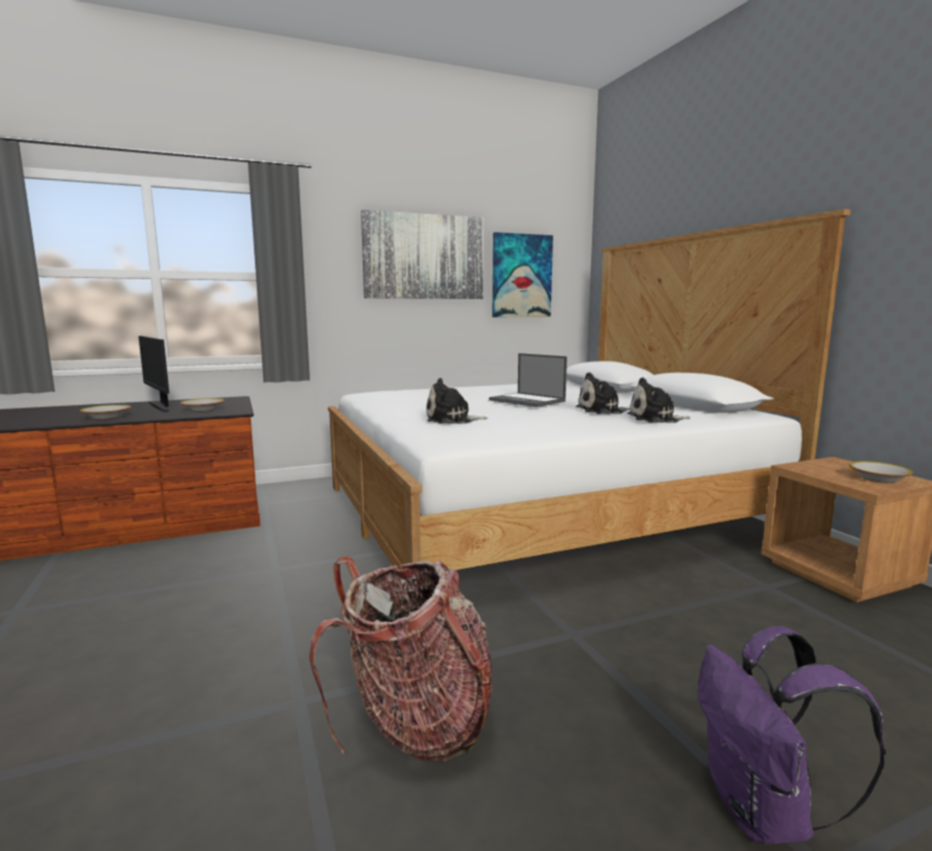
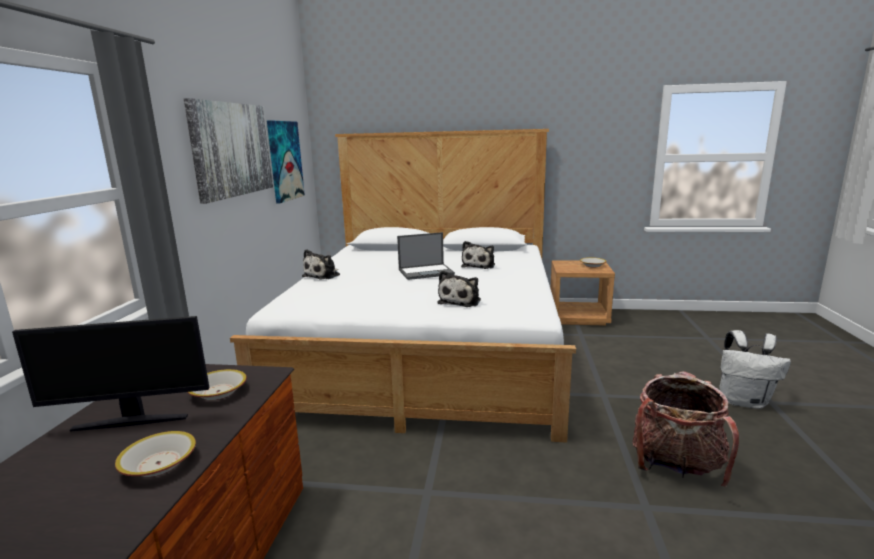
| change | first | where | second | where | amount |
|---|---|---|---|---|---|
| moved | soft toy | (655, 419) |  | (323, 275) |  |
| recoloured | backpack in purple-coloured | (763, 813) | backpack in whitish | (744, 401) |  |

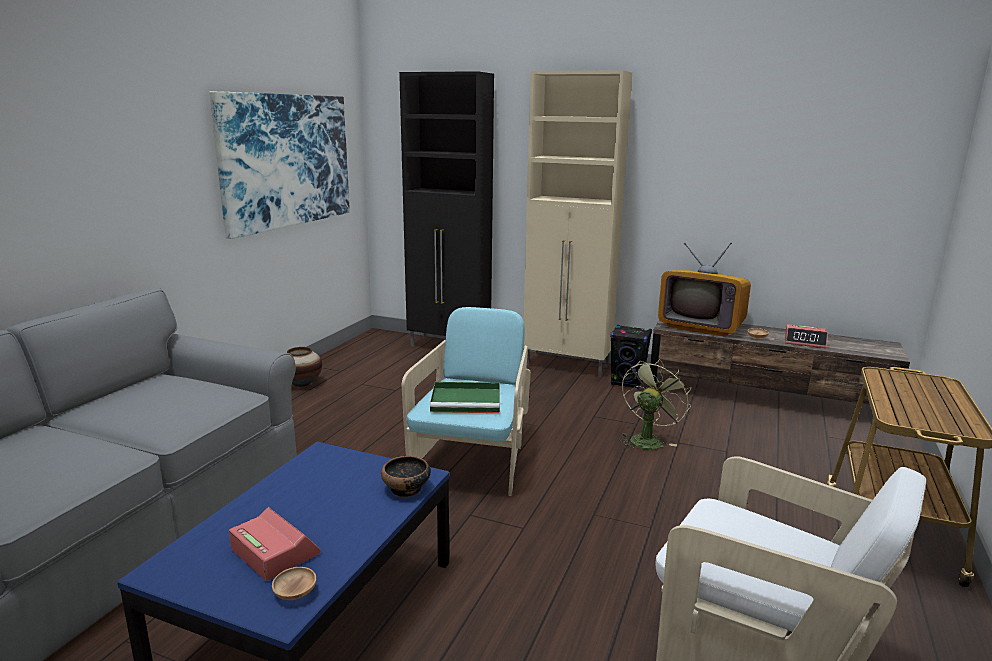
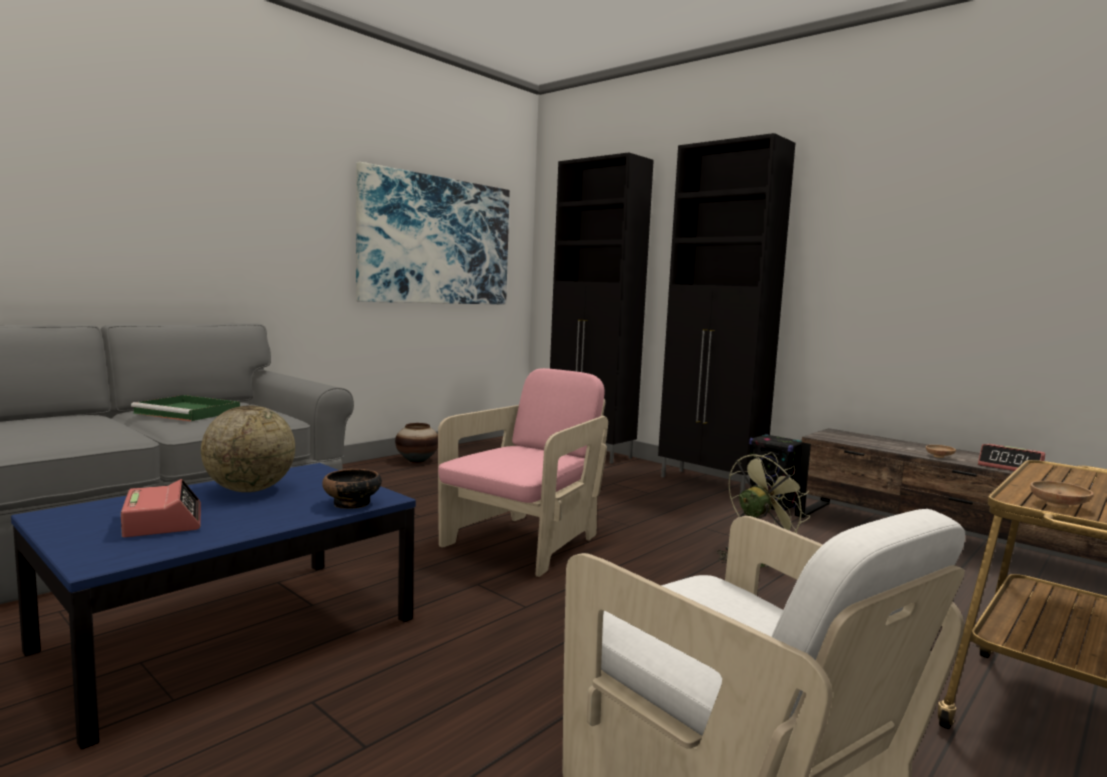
| change | first | where | second | where | amount |
|---|---|---|---|---|---|
| removed | television | (701, 326) |  |  |  |
| added |  |  | globe | (250, 490) |  |
| moved | deep dish in brownish | (295, 593) |  | (1058, 505) |  |
| moved | carrying tray in greenish | (467, 401) |  | (189, 412) |  |
| recoloured | easy chair in turquoise-coloured | (472, 463) | easy chair in pinkish | (524, 543) |  |
| recoloured | storage cabinet in beige | (568, 366) | storage cabinet in black-coloured | (710, 483) |  |

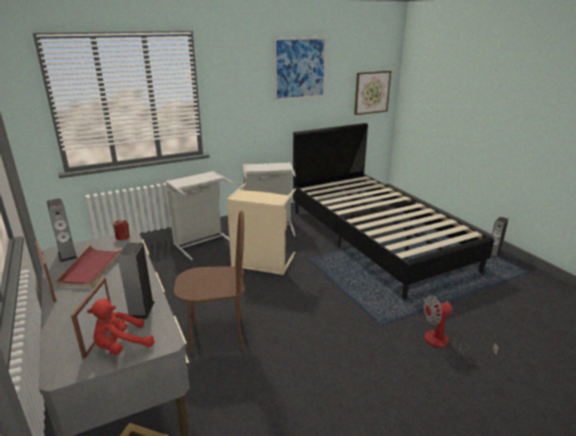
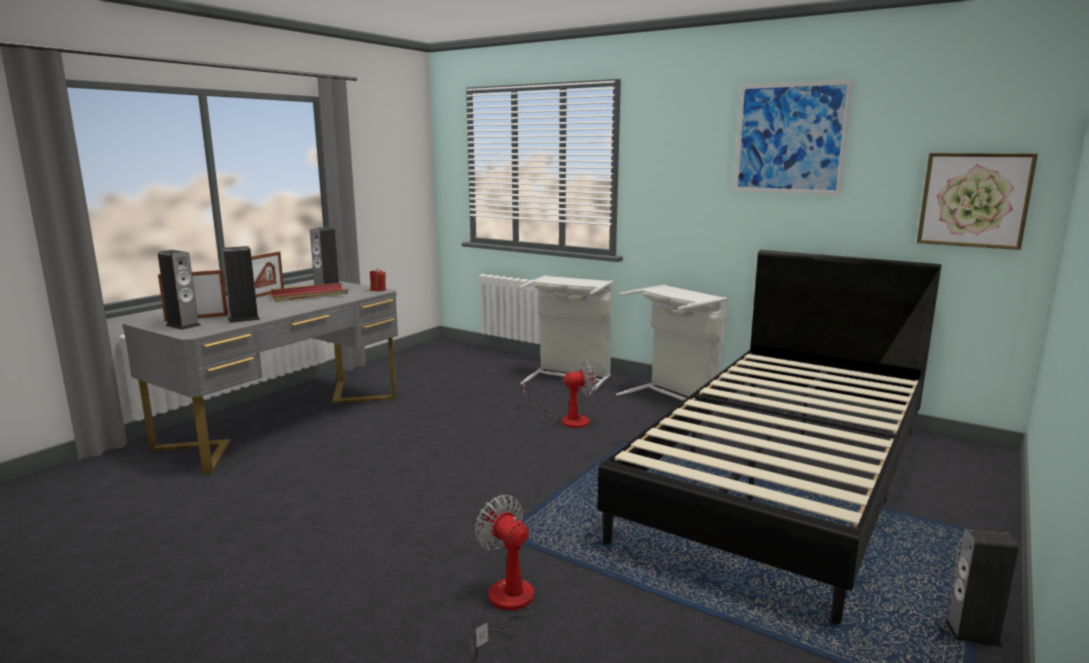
| change | first | where | second | where | amount |
|---|---|---|---|---|---|
| removed | chair in brownish | (217, 335) |  |  |  |
| replaced | soft toy in red | (121, 346) | speaker | (183, 325) |  |
| replaced | washing basket in beige | (261, 263) | fan | (566, 419) |  |

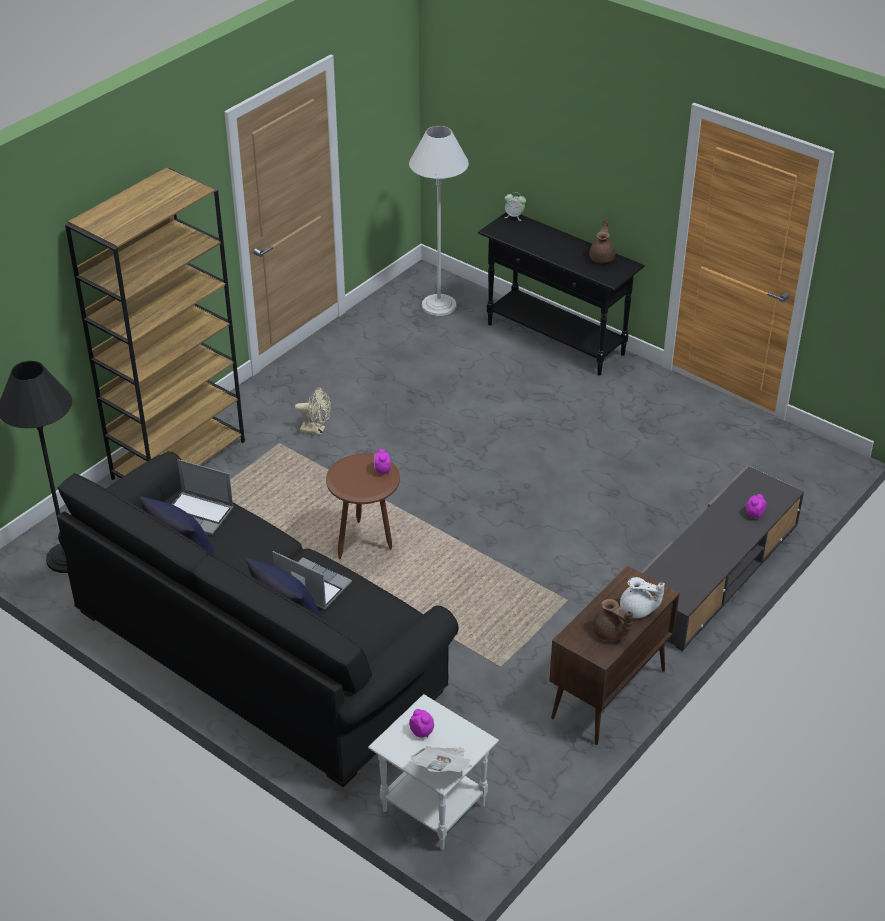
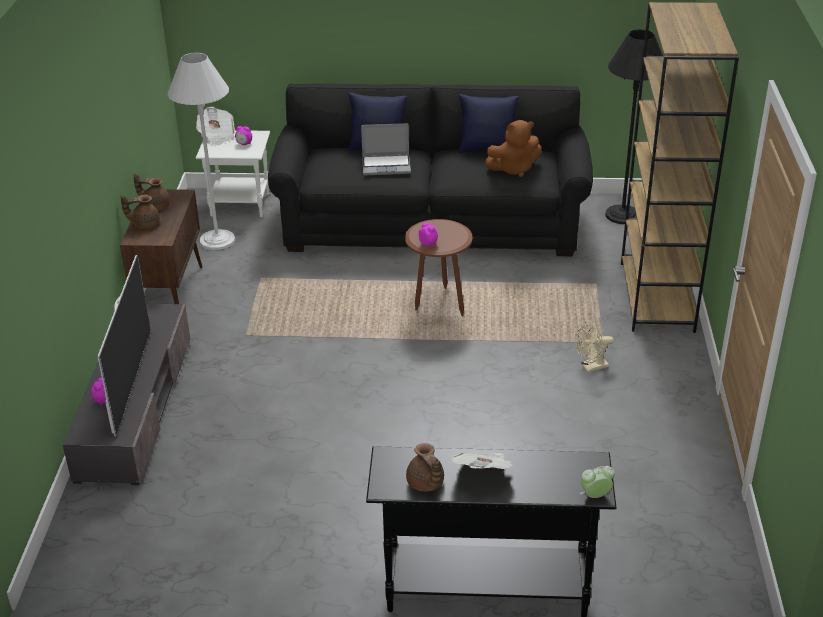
| change | first | where | second | where | amount |
|---|---|---|---|---|---|
| added |  |  | television | (132, 381) |  |
| added |  |  | printed paper | (483, 472) |  |
| moved | standard lamp in whitish | (439, 305) |  | (217, 240) |  |
| replaced | portable computer | (199, 514) | soft toy in brownish | (514, 169) |  |
| recoloured | teapot in whitish | (638, 610) | teapot in brownish | (144, 224) |  |

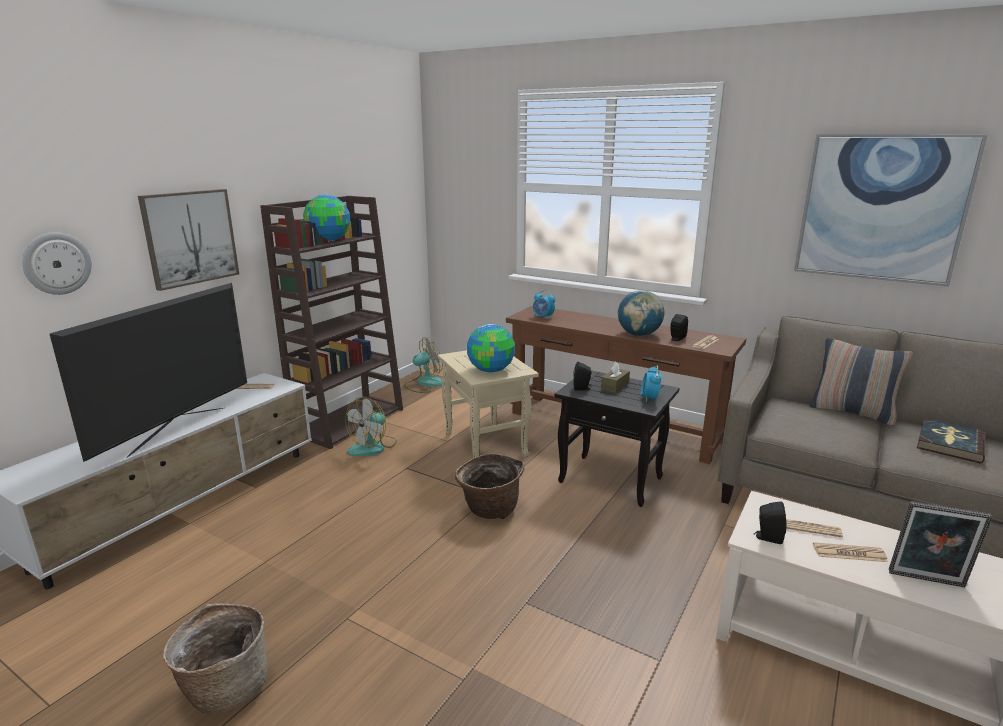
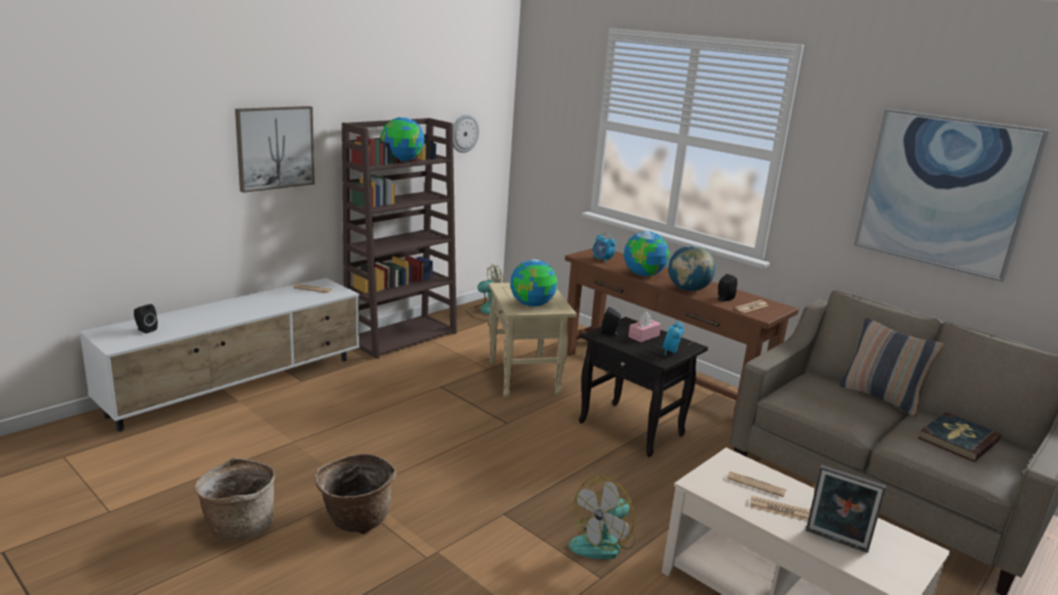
| change | first | where | second | where | amount |
|---|---|---|---|---|---|
| removed | television | (178, 430) |  |  |  |
| added |  |  | globe | (643, 274) |  |
| moved | hanging clock | (57, 263) |  | (464, 133) |  |
| moved | fan | (373, 447) |  | (603, 543) |  |
| moved | household basket | (489, 510) |  | (355, 520) |  |
| moved | speaker in black-coloured | (767, 537) |  | (145, 330) |  |
| recoloured | box of tissues in brownish | (615, 386) | box of tissues in pinkish | (644, 336) |  |

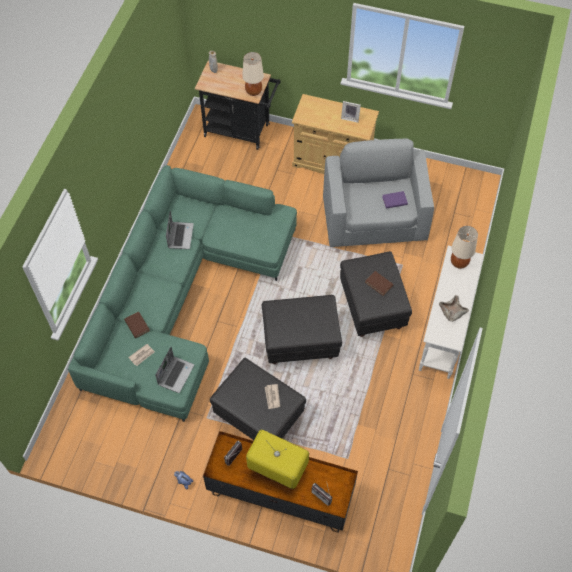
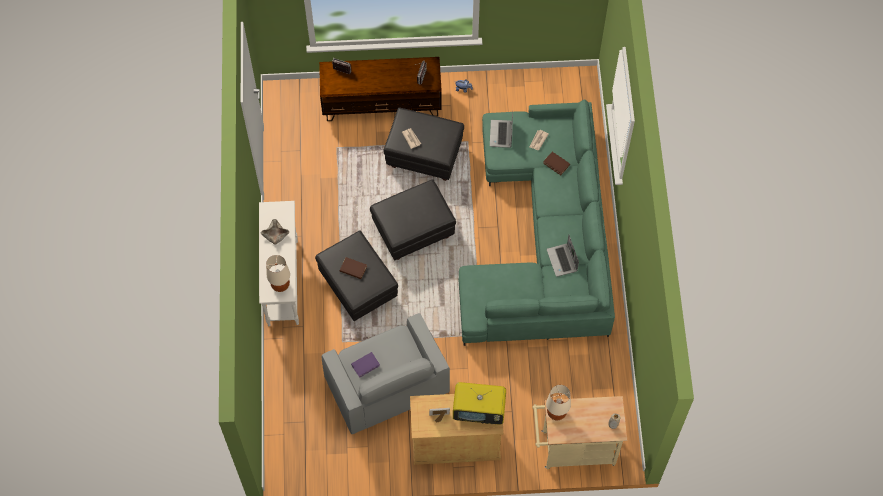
| change | first | where | second | where | amount |
|---|---|---|---|---|---|
| moved | television | (276, 467) |  | (479, 410) |  |
| recoloured | cart in black-coloured | (241, 131) | cart in beige | (573, 449) |  |

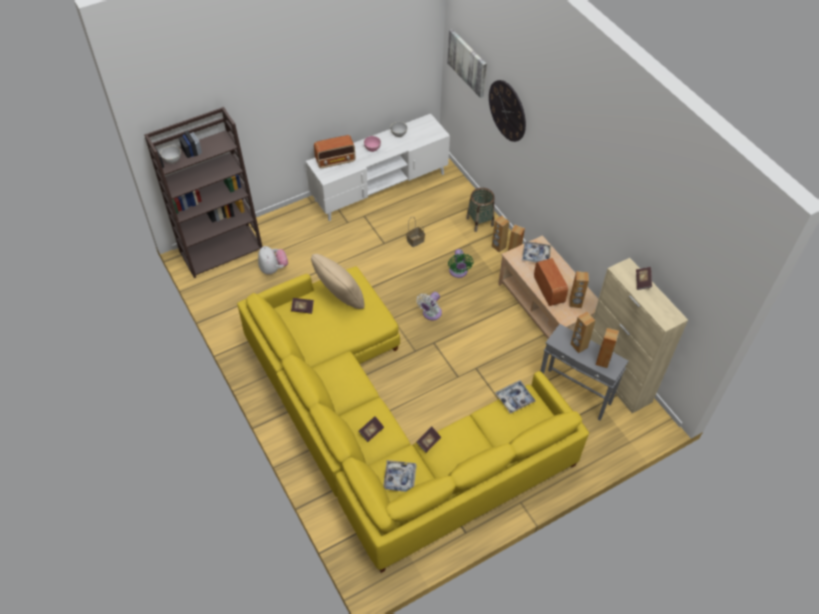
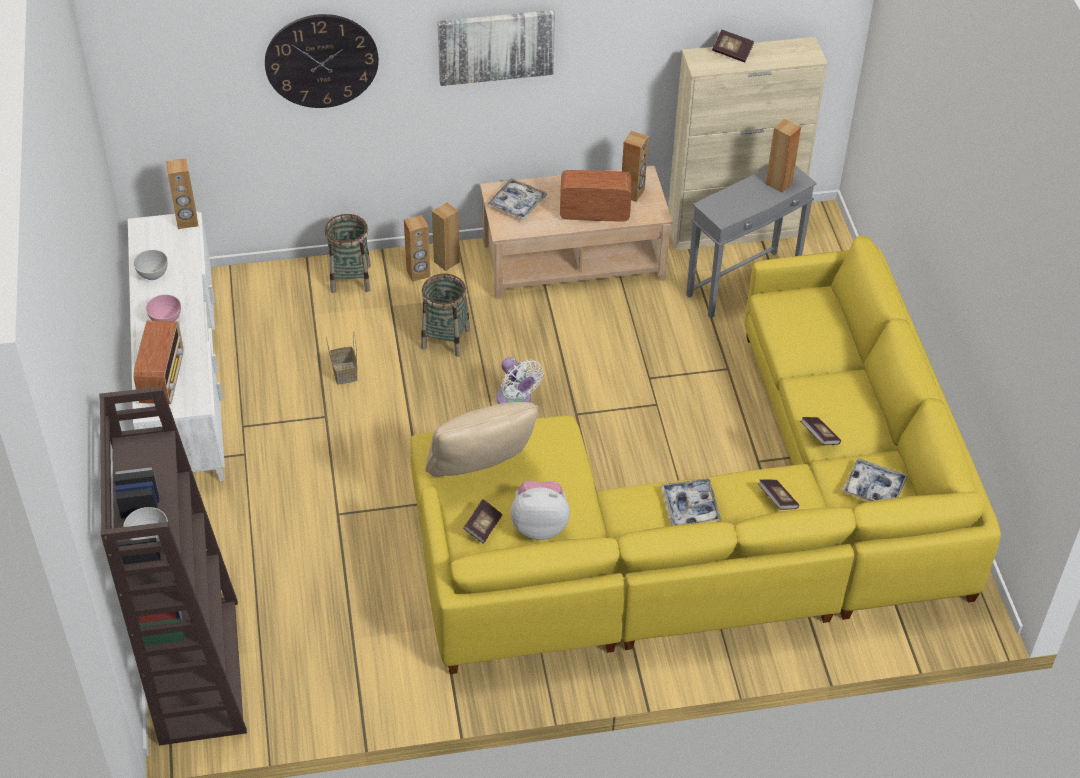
| change | first | where | second | where | amount |
|---|---|---|---|---|---|
| moved | soft toy | (273, 269) |  | (539, 525) |  |
| moved | wall picture | (468, 62) |  | (496, 46) |  |
| moved | carrying tray | (514, 399) |  | (690, 507) |  |
| moved | speaker in brownish | (578, 346) |  | (187, 221) |  |
| replaced | fan in greenish | (458, 272) | household basket | (445, 339) |  |

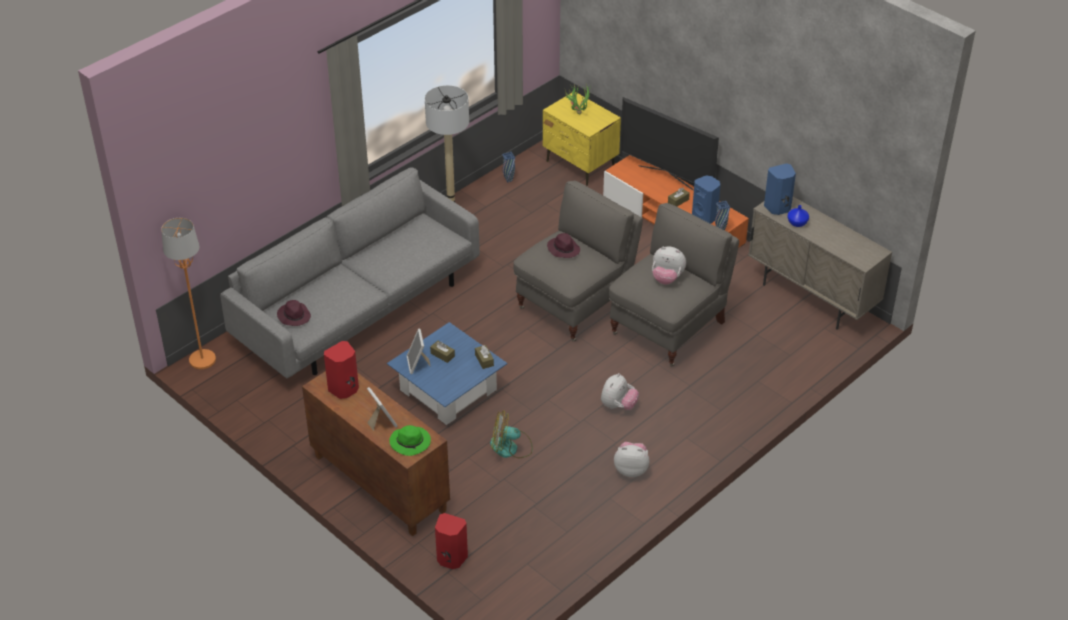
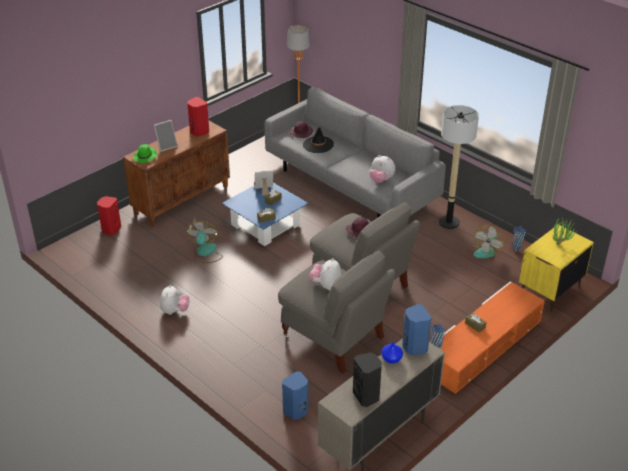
| change | first | where | second | where | amount |
|---|---|---|---|---|---|
| removed | television | (666, 177) |  |  |  |
| added |  |  | clothing hat in black-coloured | (318, 145) |  |
| added |  |  | speaker in black-coloured | (367, 396) |  |
| added |  |  | fan | (486, 250) |  |
| moved | soft toy | (618, 406) |  | (381, 180) |  |
| moved | speaker in blue-coloured | (705, 217) |  | (296, 411) |  |

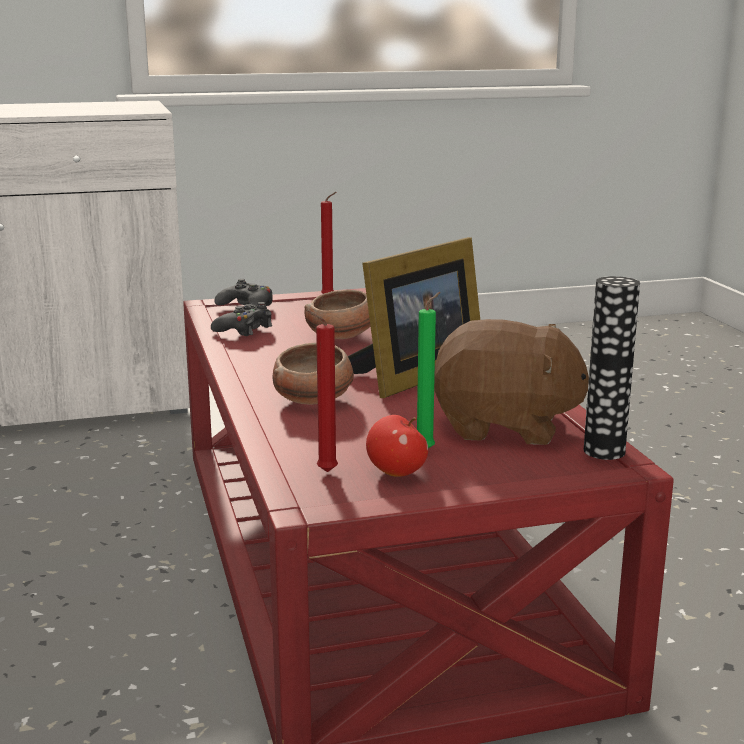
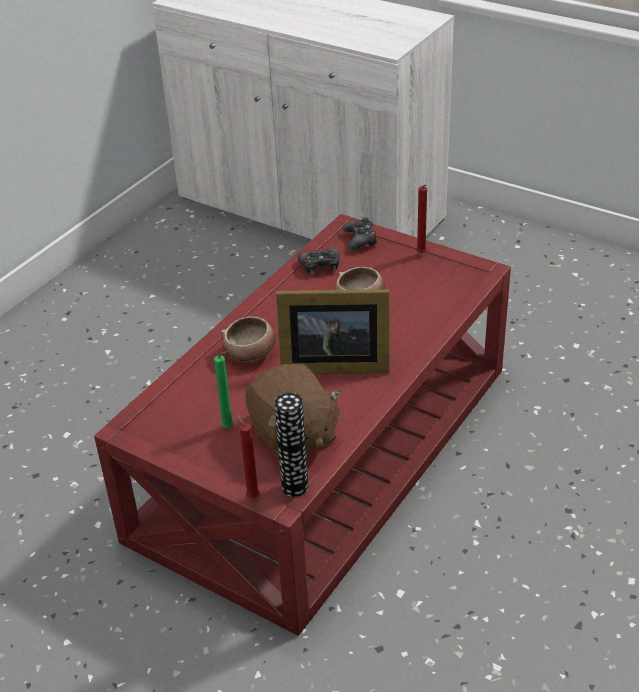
| change | first | where | second | where | amount |
|---|---|---|---|---|---|
| removed | apple | (396, 472) |  |  |  |
| moved | candle in red | (323, 472) |  | (251, 496) |  |

